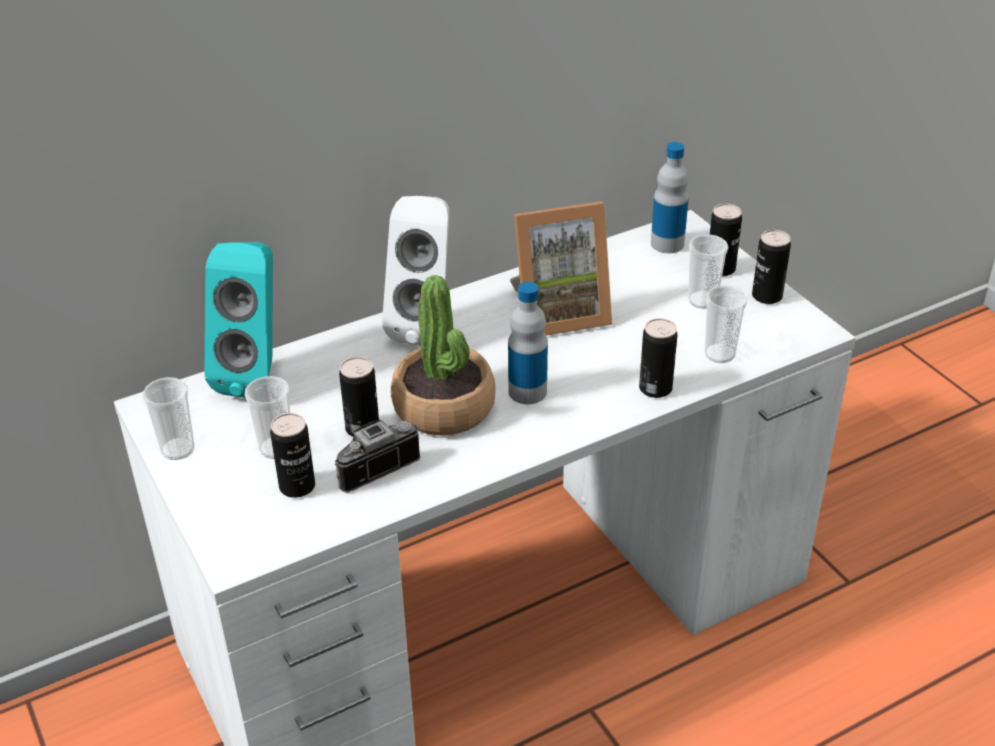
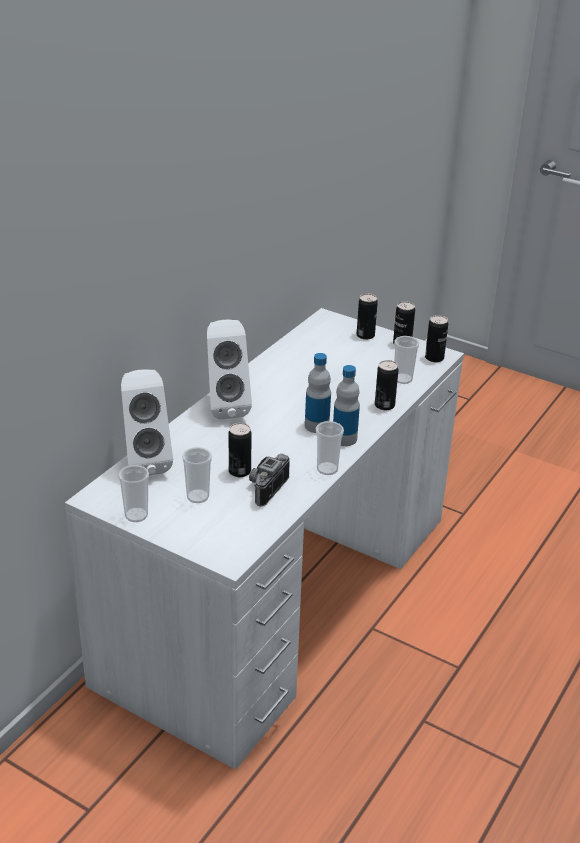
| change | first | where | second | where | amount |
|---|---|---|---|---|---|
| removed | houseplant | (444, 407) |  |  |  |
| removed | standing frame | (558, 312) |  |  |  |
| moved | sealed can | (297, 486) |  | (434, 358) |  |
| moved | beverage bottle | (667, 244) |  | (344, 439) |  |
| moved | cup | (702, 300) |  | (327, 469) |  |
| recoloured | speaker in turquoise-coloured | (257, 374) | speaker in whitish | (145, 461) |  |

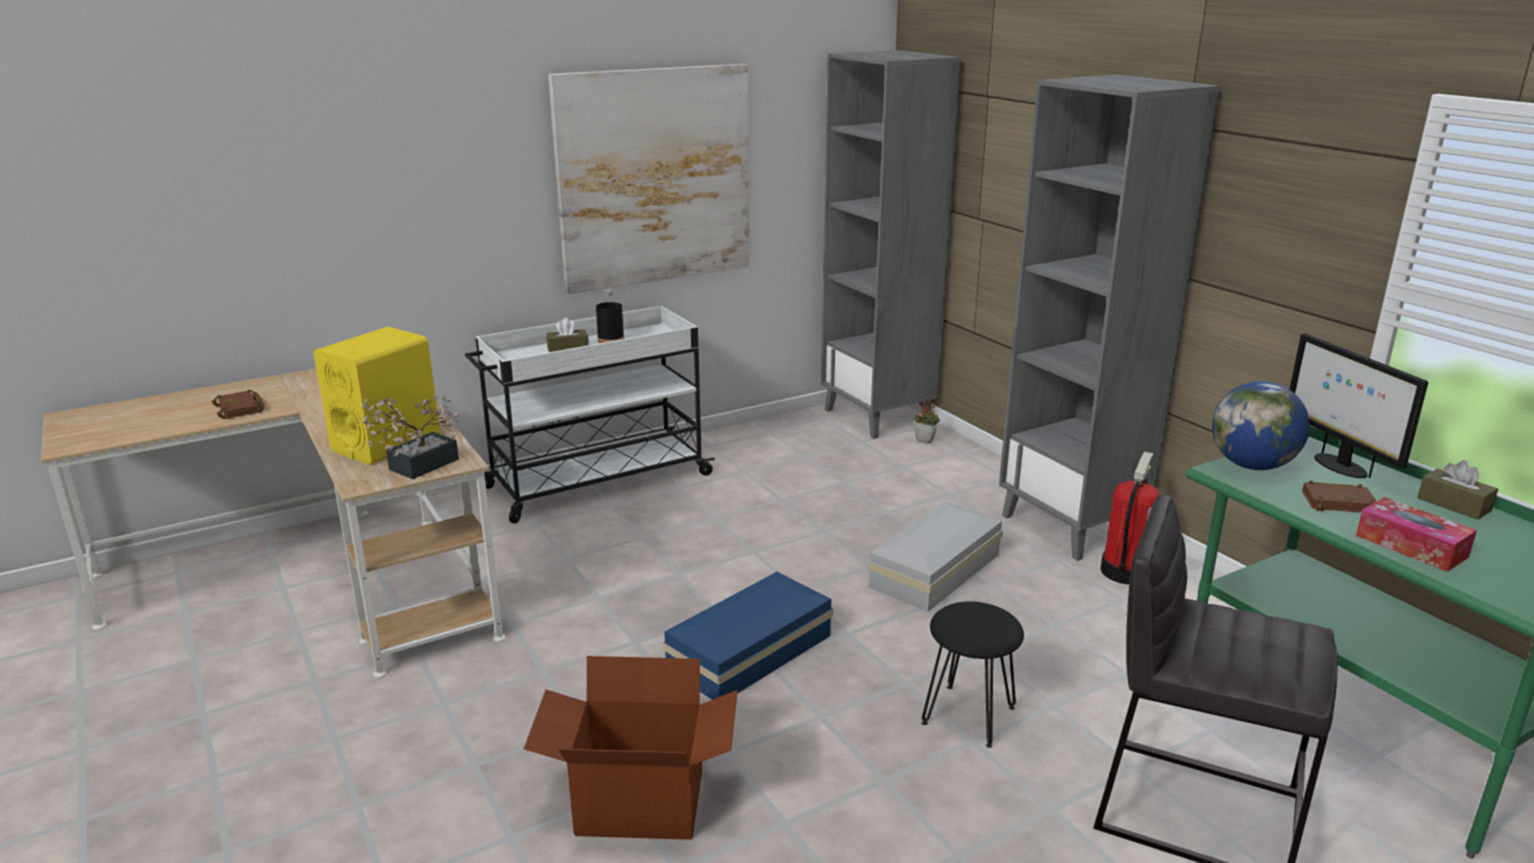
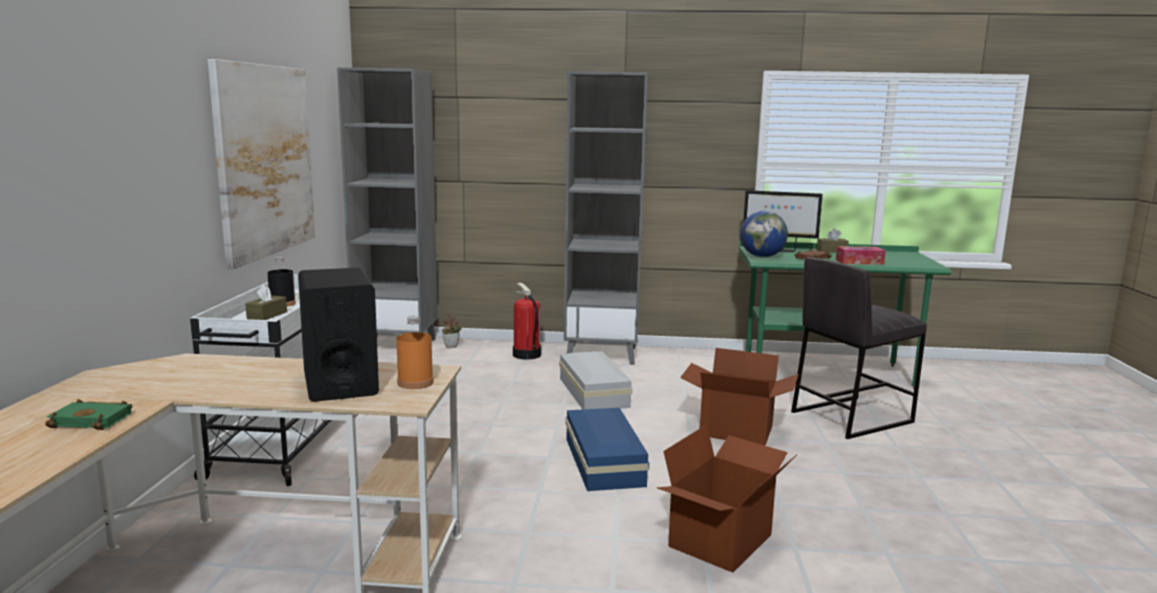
| change | first | where | second | where | amount |
|---|---|---|---|---|---|
| moved | fire extinguisher | (1124, 571) |  | (526, 355) |  |
| replaced | houseplant | (417, 467) | beverage bottle in orange-coloured | (415, 382) |  |
| replaced | sitting stool in black-coloured | (969, 715) | cardboard box | (735, 431) |  |
| recoloured | book in brownish | (241, 409) | book in greenish | (94, 420) |  |
| recoloured | speaker in yellow | (387, 443) | speaker in black-coloured | (340, 383) |  |

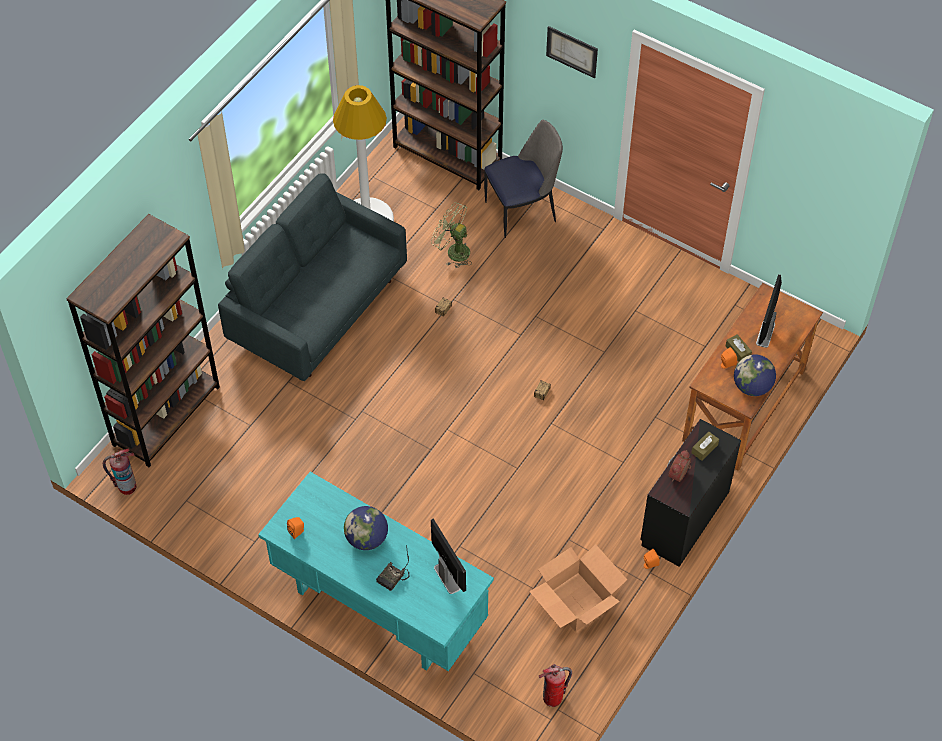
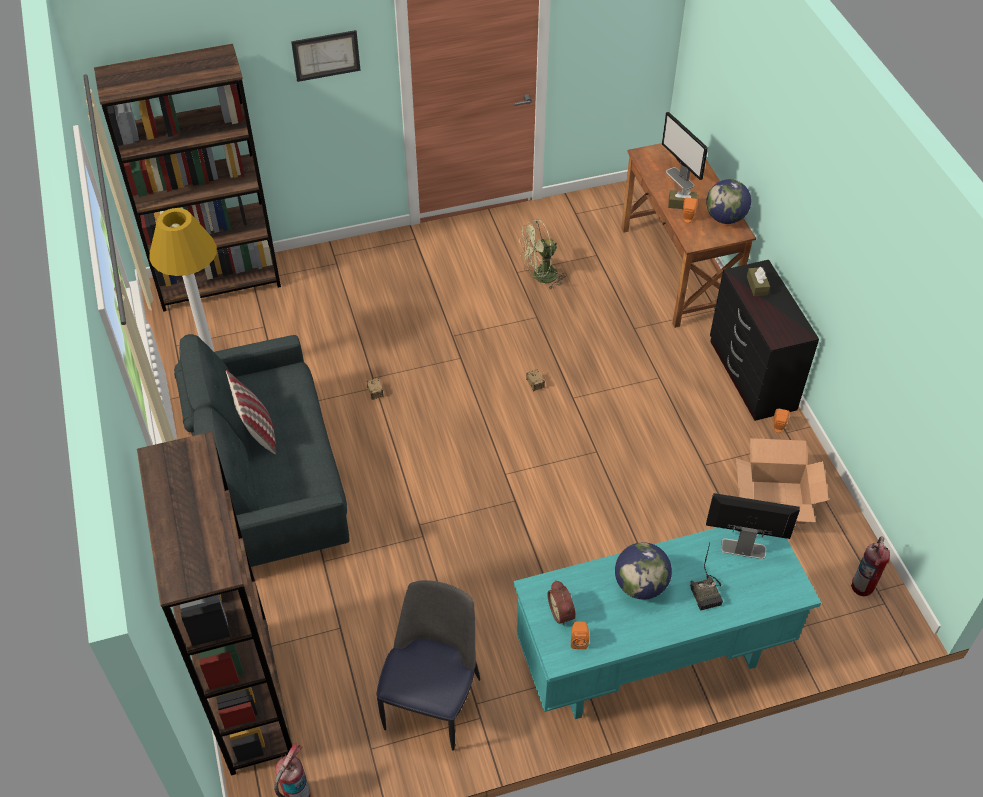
| change | first | where | second | where | amount |
|---|---|---|---|---|---|
| added |  |  | cushion | (257, 431) |  |
| moved | fan in greenish | (453, 251) |  | (540, 277) |  |
| moved | chair | (522, 211) |  | (433, 700) |  |
| moved | table clock | (680, 475) |  | (562, 612) |  |

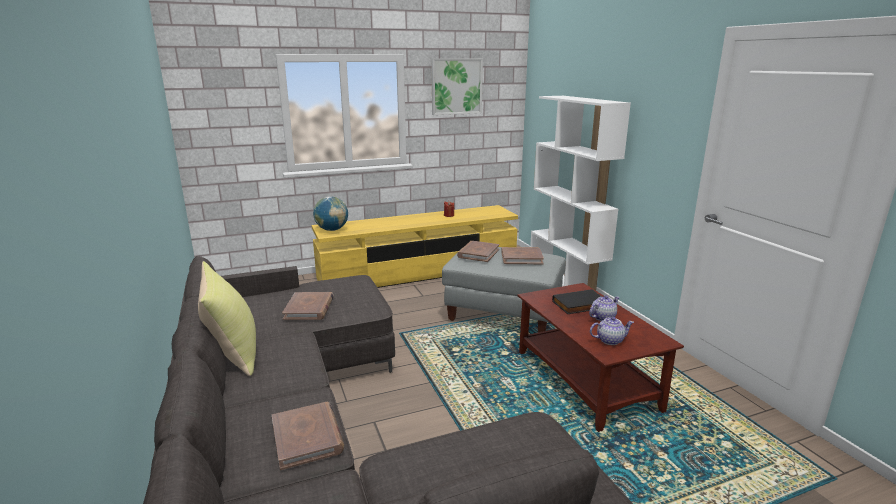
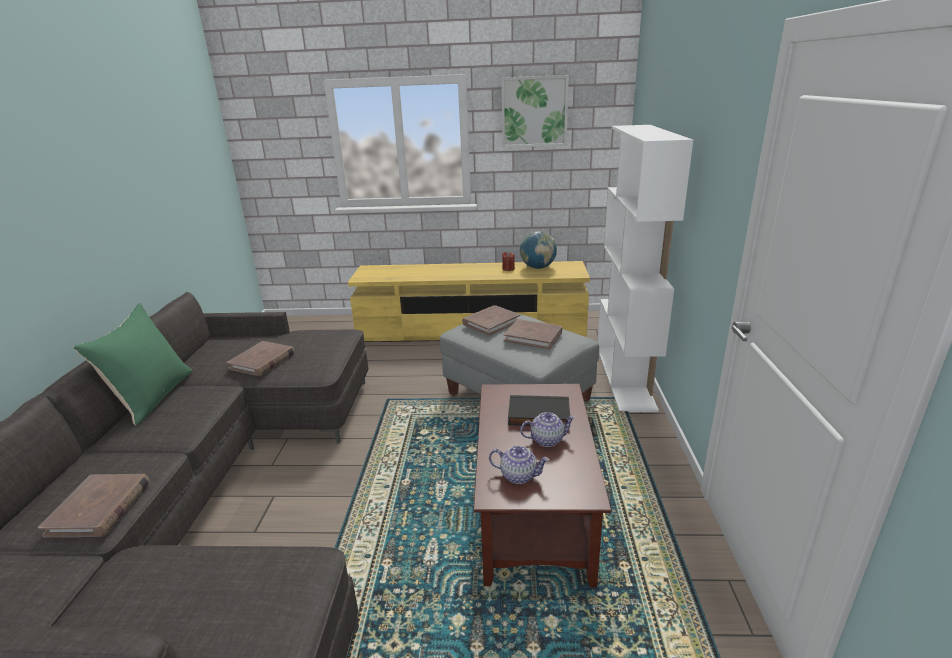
| change | first | where | second | where | amount |
|---|---|---|---|---|---|
| moved | globe | (332, 230) |  | (537, 268) |  |
| recoloured | cushion in yellow | (233, 353) | cushion in greenish | (153, 397) |  |

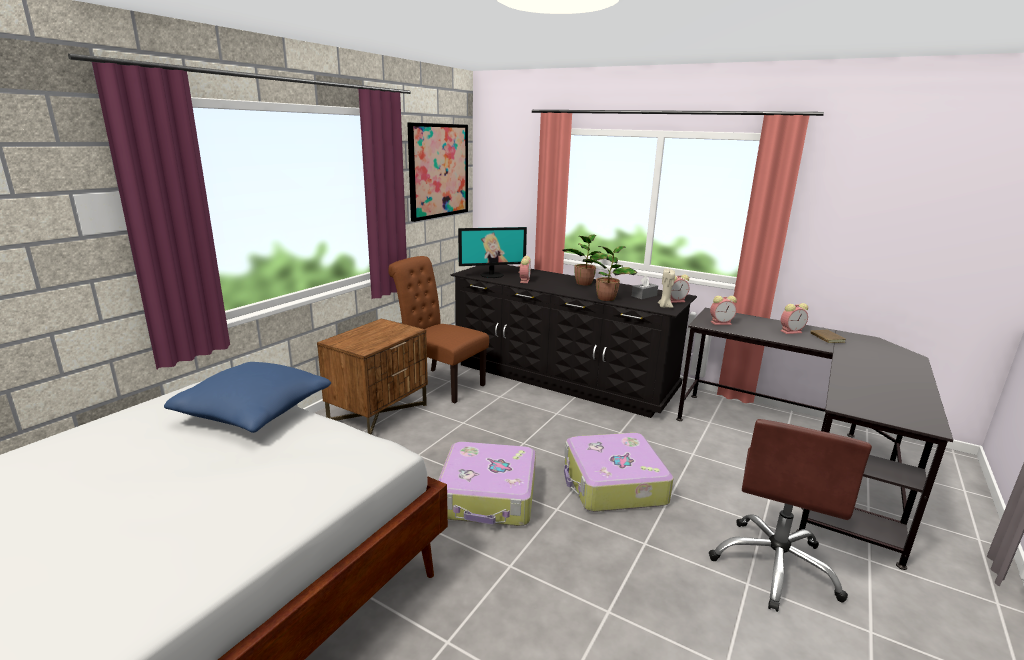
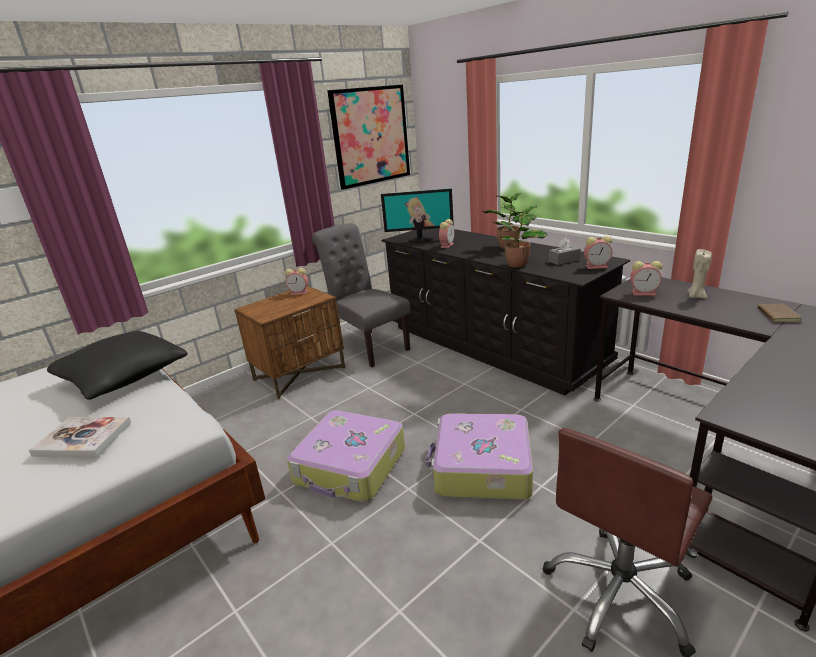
| change | first | where | second | where | amount |
|---|---|---|---|---|---|
| added |  |  | book | (83, 438) |  |
| moved | candle in beige | (664, 306) |  | (695, 296) |  |
| moved | table clock | (791, 331) |  | (300, 293) |  |
| recoloured | cushion in blue-coloured | (254, 412) | cushion in black-coloured | (123, 377) |  |
| recoloured | chair in brownish | (439, 383) | chair in grey | (368, 346) |  |

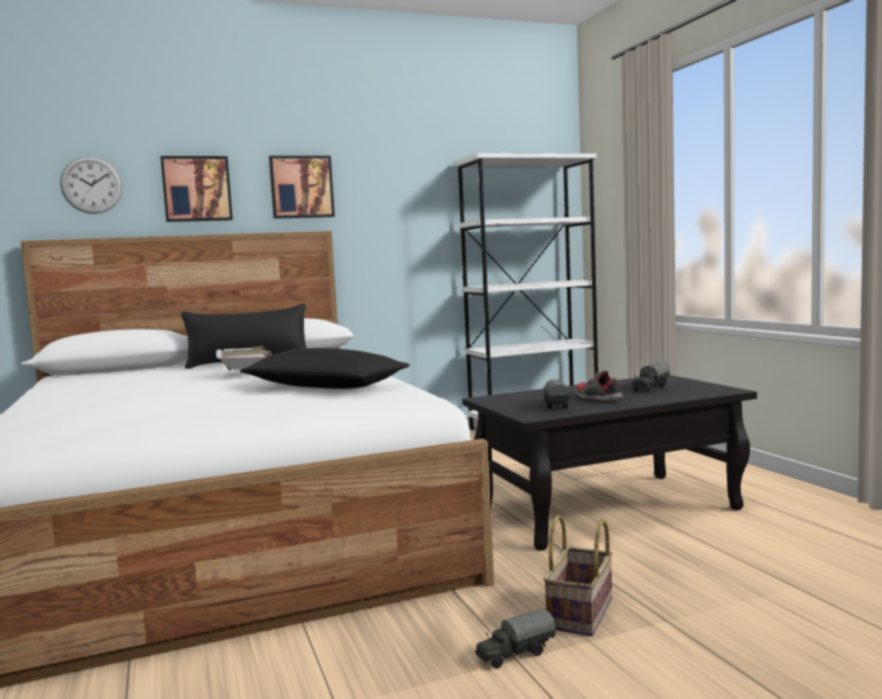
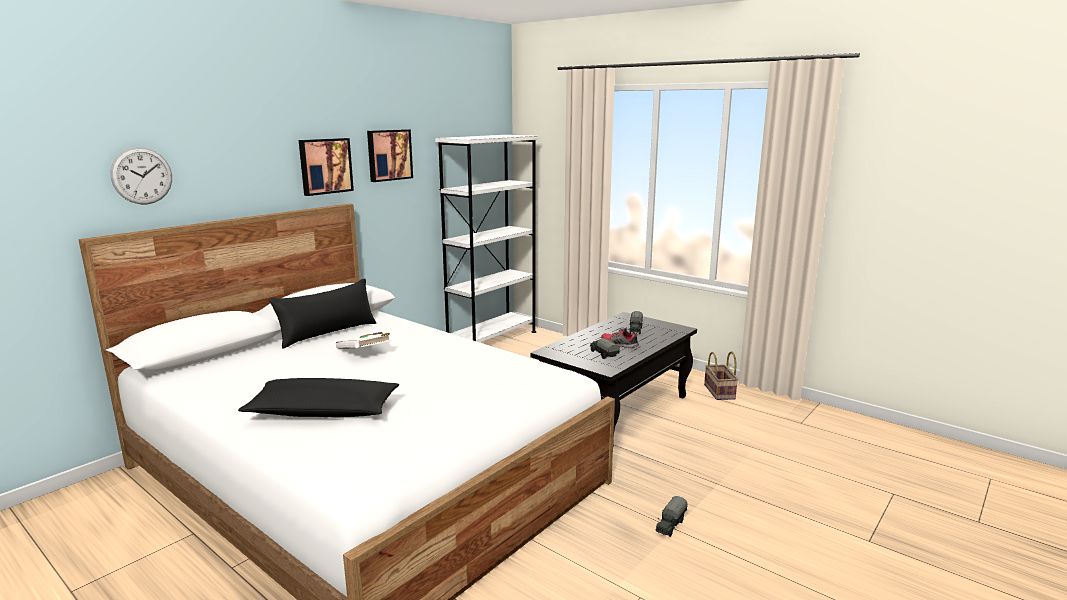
| change | first | where | second | where | amount |
|---|---|---|---|---|---|
| moved | wall picture | (196, 189) |  | (389, 155) |  |
| moved | cushion in black-coloured | (324, 386) |  | (323, 411) |  |
| moved | household basket | (581, 614) |  | (720, 392) |  |

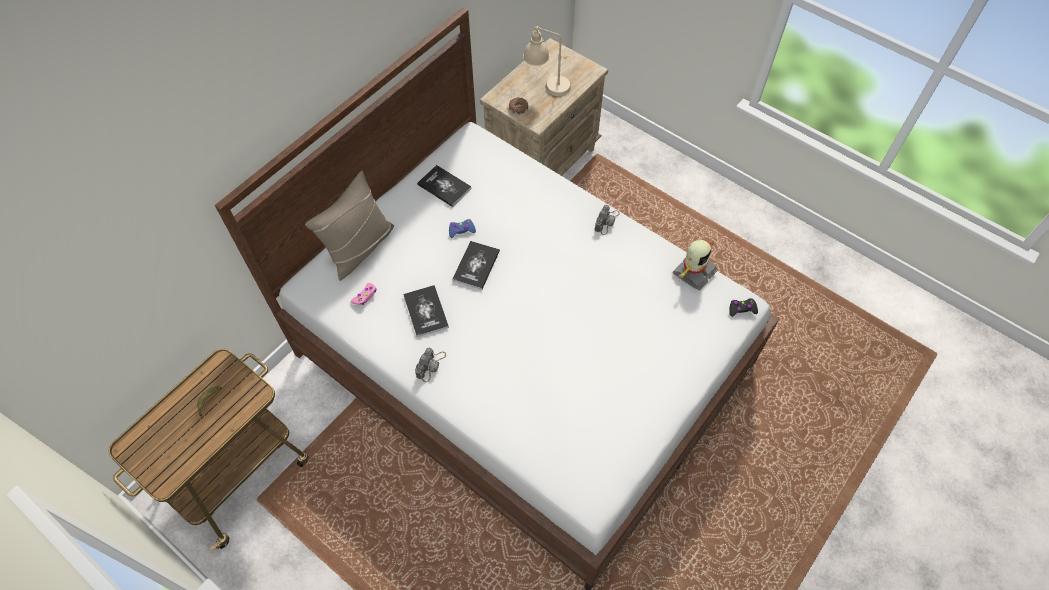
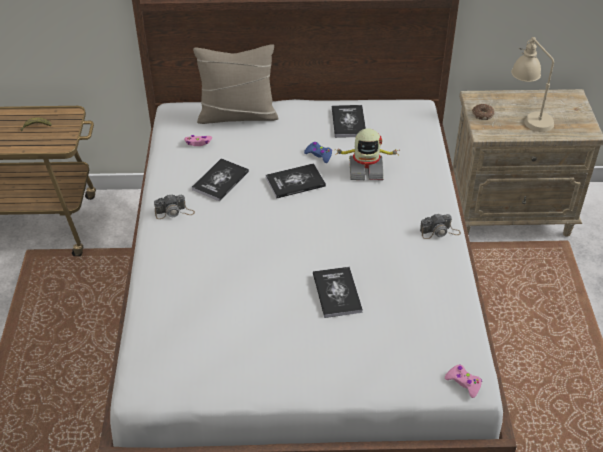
| change | first | where | second | where | amount |
|---|---|---|---|---|---|
| added |  |  | book | (337, 293) |  |
| moved | robot figure | (693, 272) |  | (365, 169) |  |
| recoloured | game controller in black-coloured | (741, 309) | game controller in pinkish | (463, 383) |  |

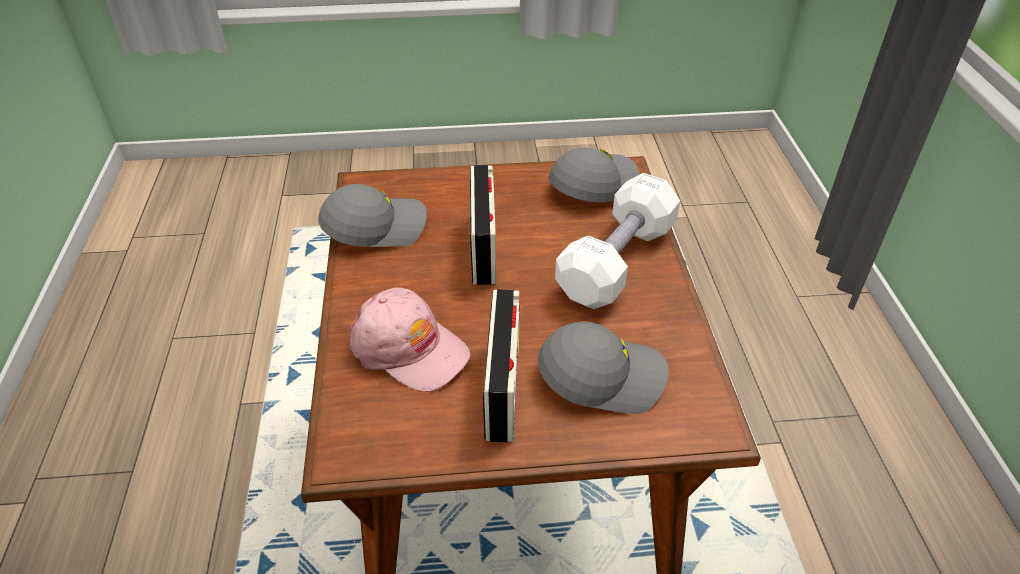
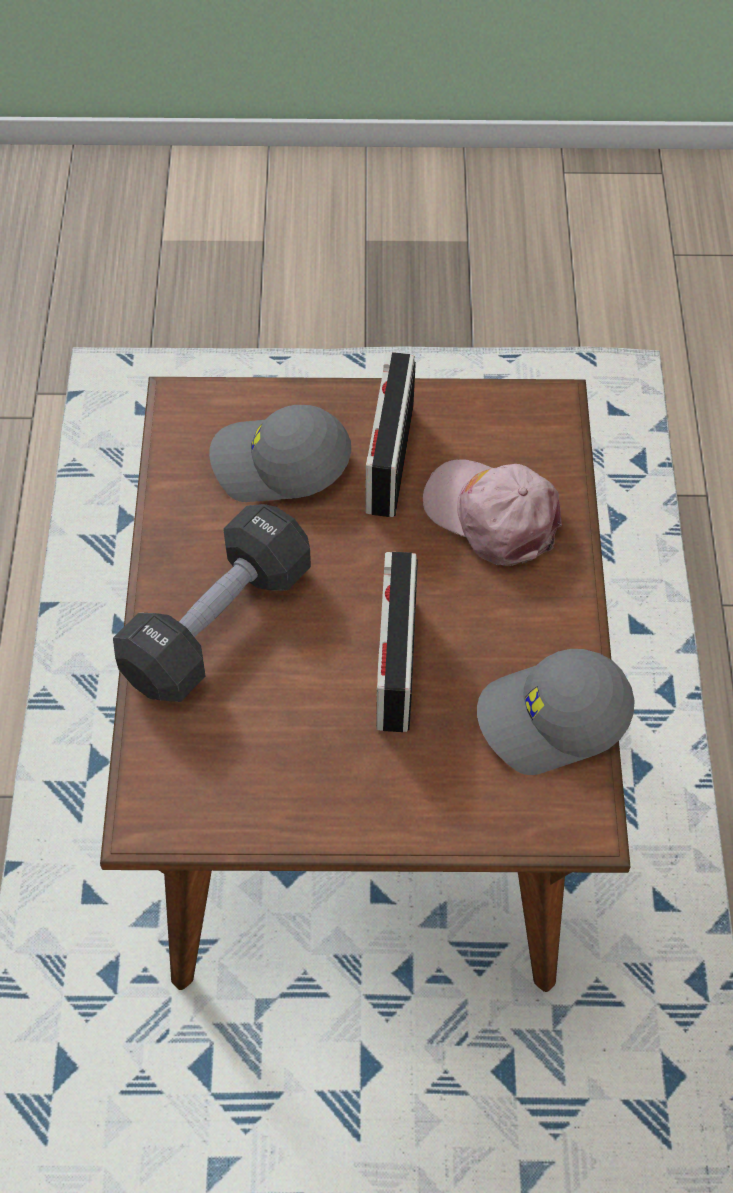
| change | first | where | second | where | amount |
|---|---|---|---|---|---|
| removed | cap in grey | (593, 185) |  |  |  |
| recoloured | dumbbell in whitish | (616, 261) | dumbbell in black-coloured | (217, 622) |  |

